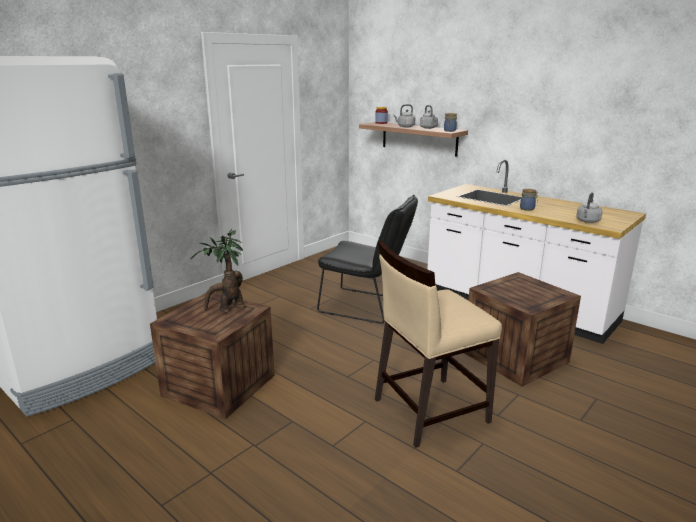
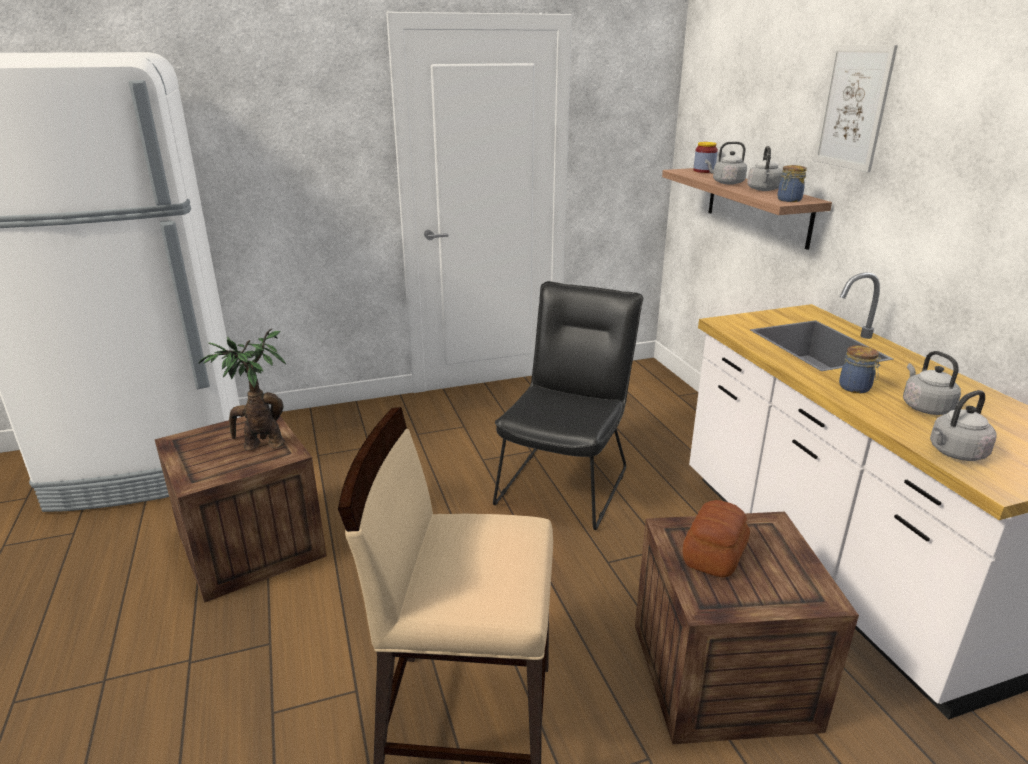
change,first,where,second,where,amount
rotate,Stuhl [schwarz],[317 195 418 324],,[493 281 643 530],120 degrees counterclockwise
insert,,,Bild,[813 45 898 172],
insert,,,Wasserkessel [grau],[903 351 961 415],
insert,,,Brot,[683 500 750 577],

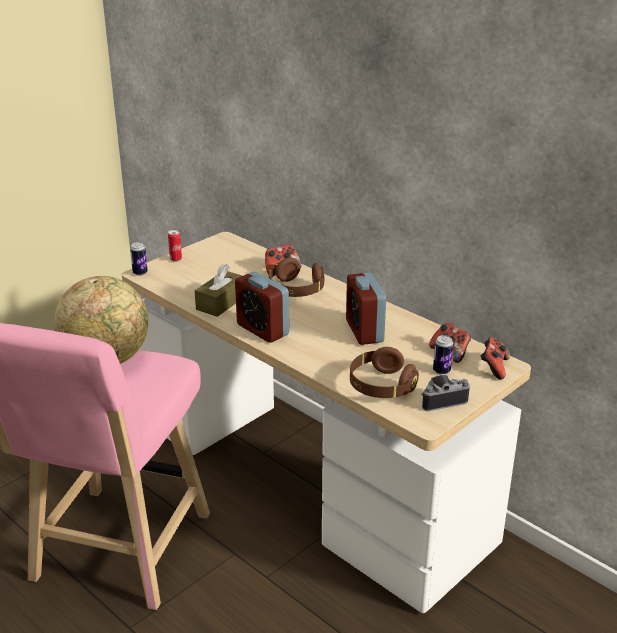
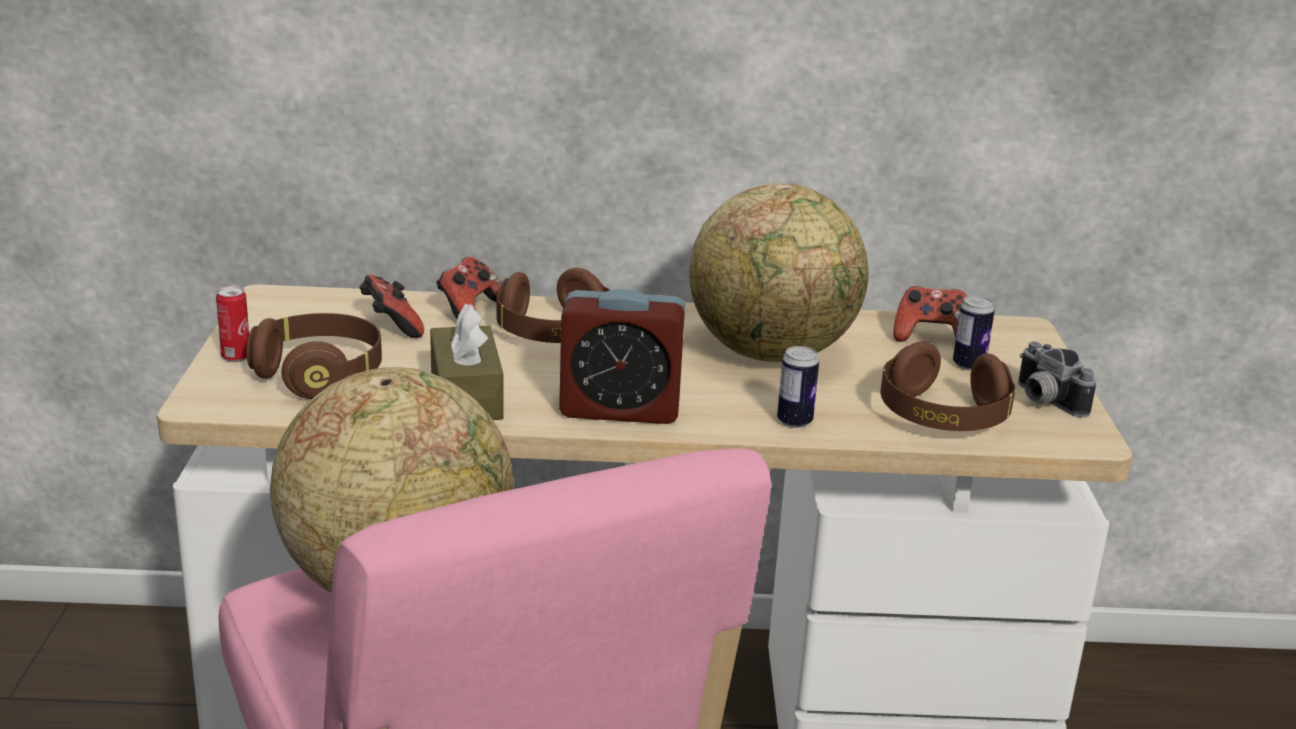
change,first,where,second,where,amount
move,Dose,[130 242 148 276],,[777 346 819 428],
replace,Wecker,[346 272 386 345],Globus,[689 183 869 362],
move,Gamepad,[480 337 510 380],,[359 274 424 338],
rotate,Kamera,[421 374 470 411],,[1018 341 1096 418],60 degrees counterclockwise
insert,,,Kopfhörer [braun],[246 313 382 399],

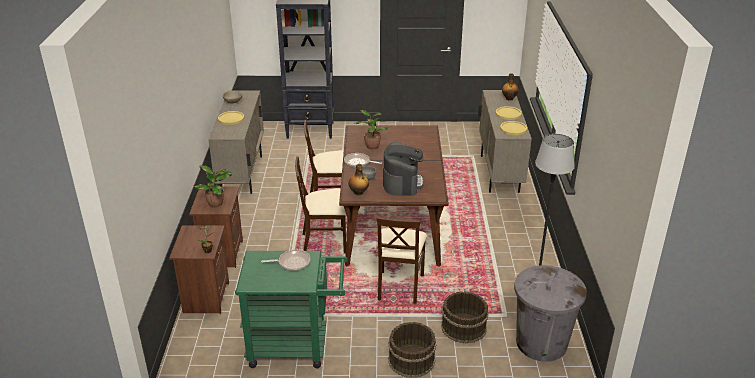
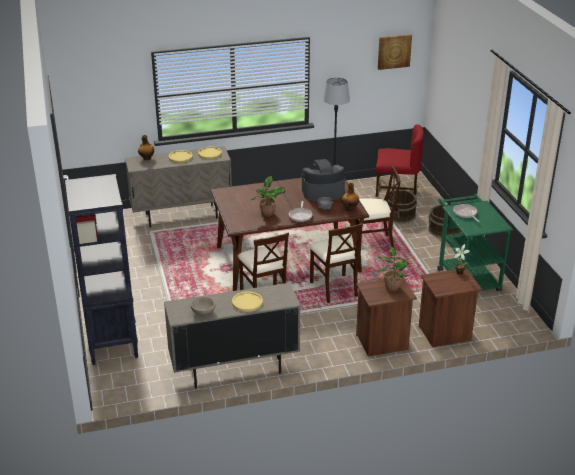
change,first,where,second,where,amount
replace,Mülleimer [grau],[514 265 587 362],Stuhl [rot],[376 125 424 197],
insert,,,Bild,[378 34 412 70],

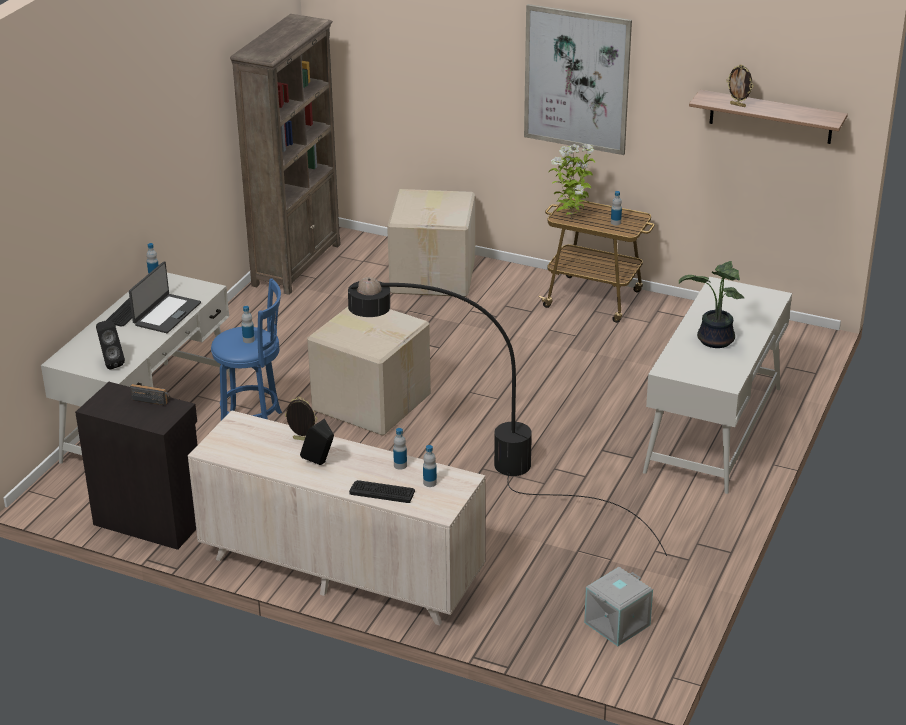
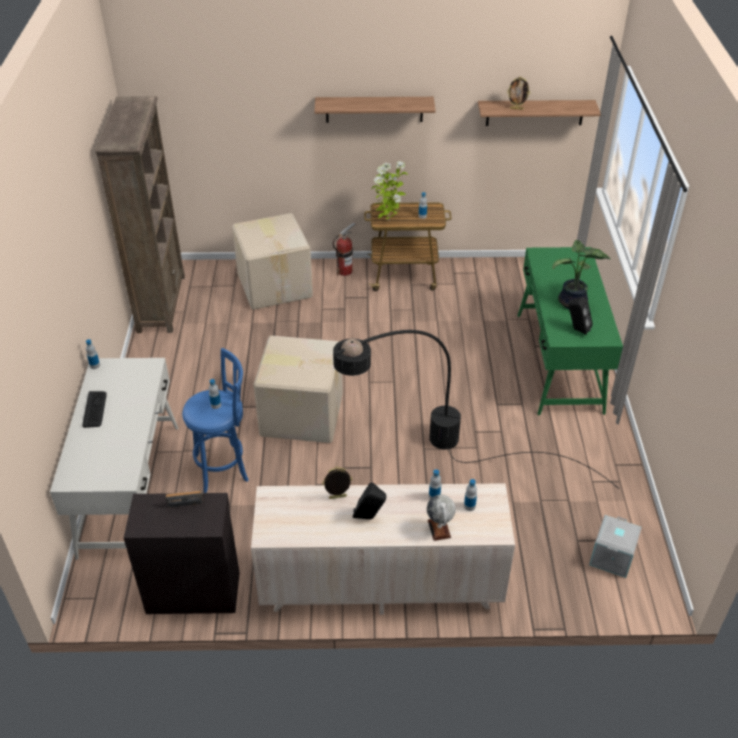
change,first,where,second,where,amount
replace,Bild,[524 4 632 155],Wandregal,[314 97 436 123],
delete,Laptop,[129 261 201 333],,,
recolor,Schreibtisch [weiß],[643 277 792 494],Schreibtisch [grün],[517 247 623 415],
move,Lautsprecher [schwarz],[96 320 125 370],,[568 297 593 335],
replace,Tastatur,[349 480 415 503],Globus,[427 495 456 541],
insert,,,Feuerlöscher,[333 223 356 276],

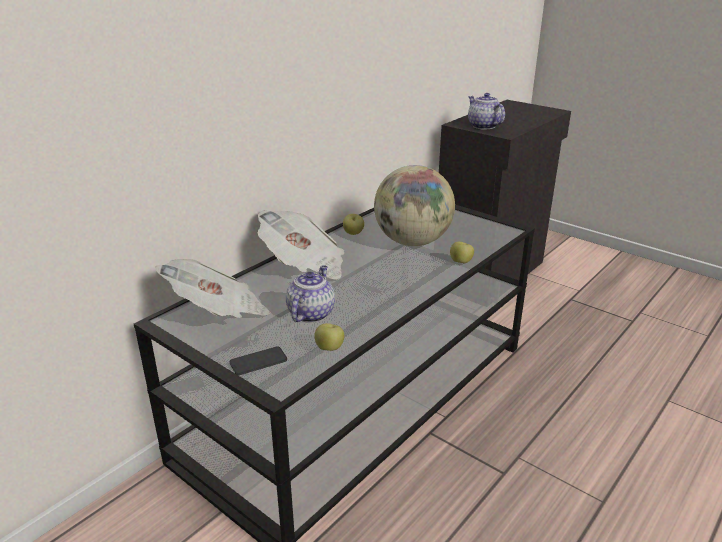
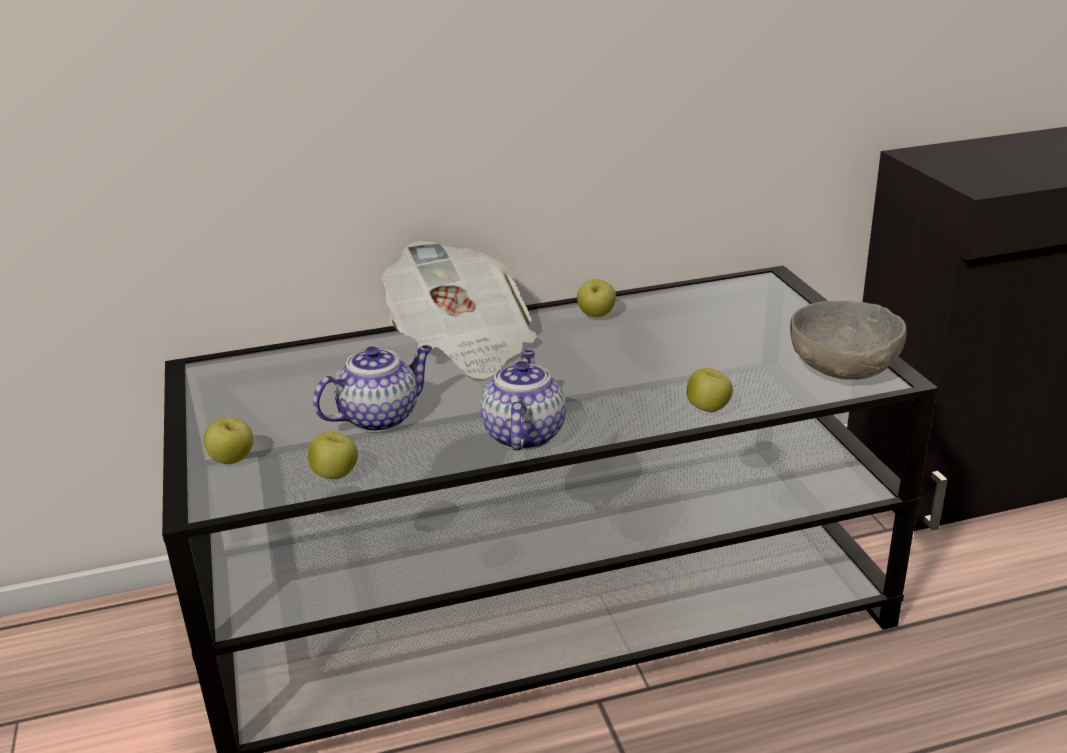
change,first,where,second,where,amount
move,Teekanne,[468 93 505 129],,[480 350 566 450],
delete,Globus,[374 165 455 246],,,
delete,Zeitung,[155 259 271 318],,,
replace,Handy,[230 346 287 375],Apfel,[203 417 253 464],
insert,,,Schüssel [grau],[790 301 907 380],

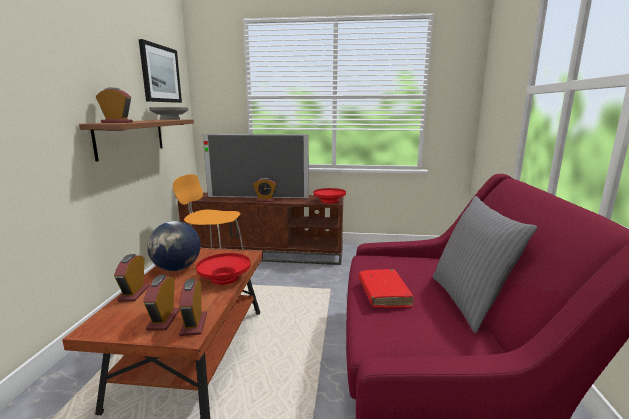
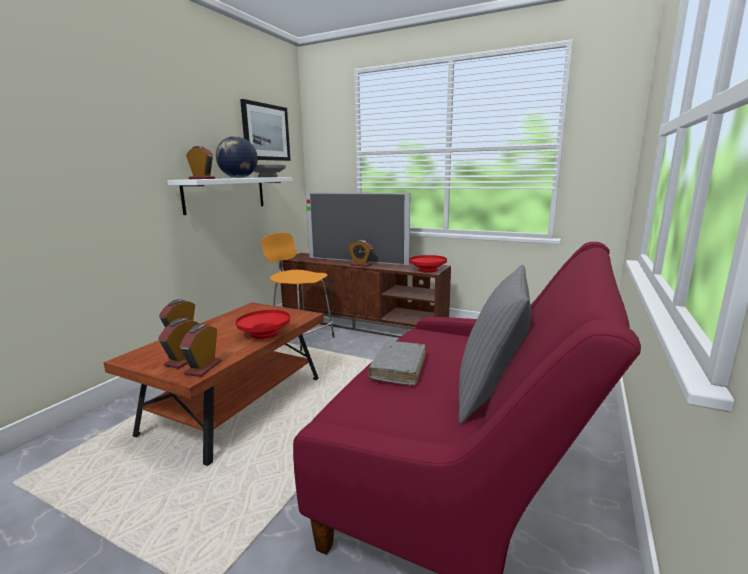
change,first,where,second,where,amount
recolor,Wandregal [braun],[79 119 194 162],Wandregal [weiß],[167 177 292 215],
move,Globus,[147 221 201 271],,[216 136 258 178],
recolor,Buch [rot],[359 269 413 308],Buch [grau],[368 341 426 385],

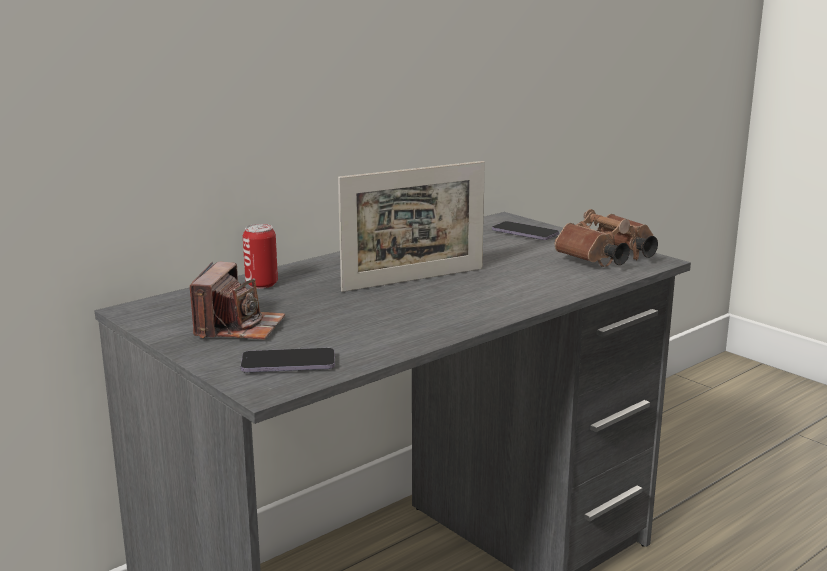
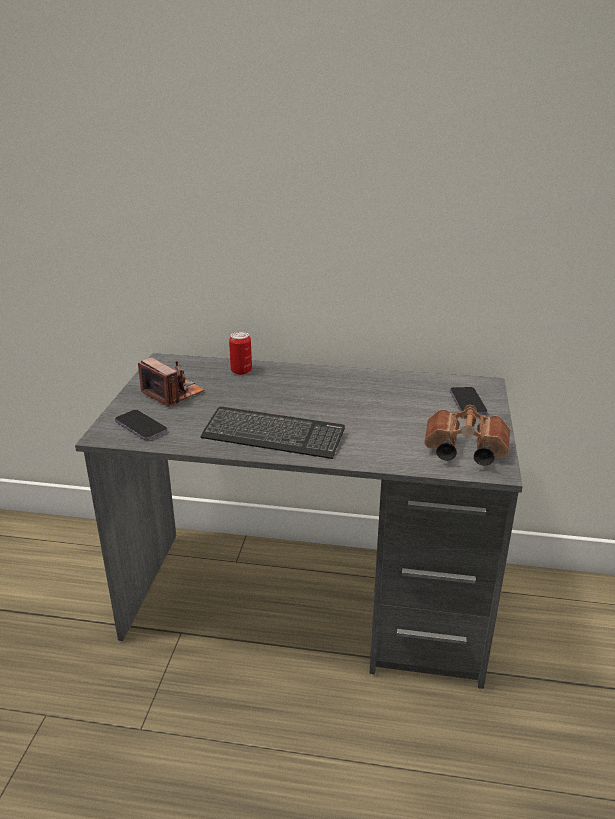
change,first,where,second,where,amount
delete,Bilderrahmen,[338 161 485 292],,,
rotate,Kamera,[190 262 285 339],,[138 358 205 407],105 degrees counterclockwise
insert,,,Tastatur,[200 407 345 459],

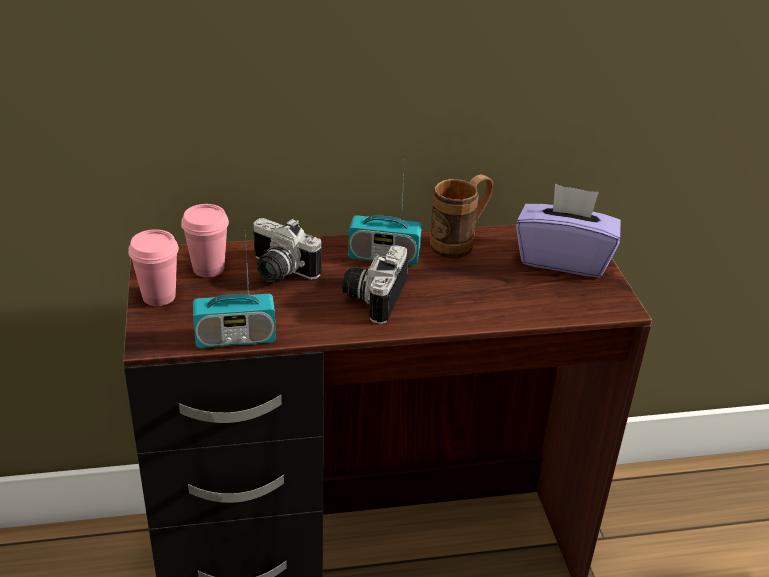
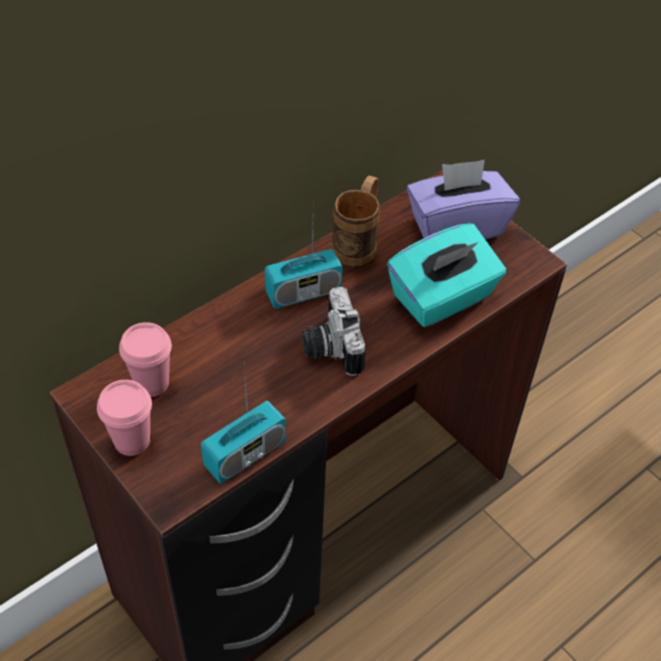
change,first,where,second,where,amount
delete,Kamera,[252 218 322 282],,,
insert,,,Taschentuchbox [türkis],[387 223 506 327],

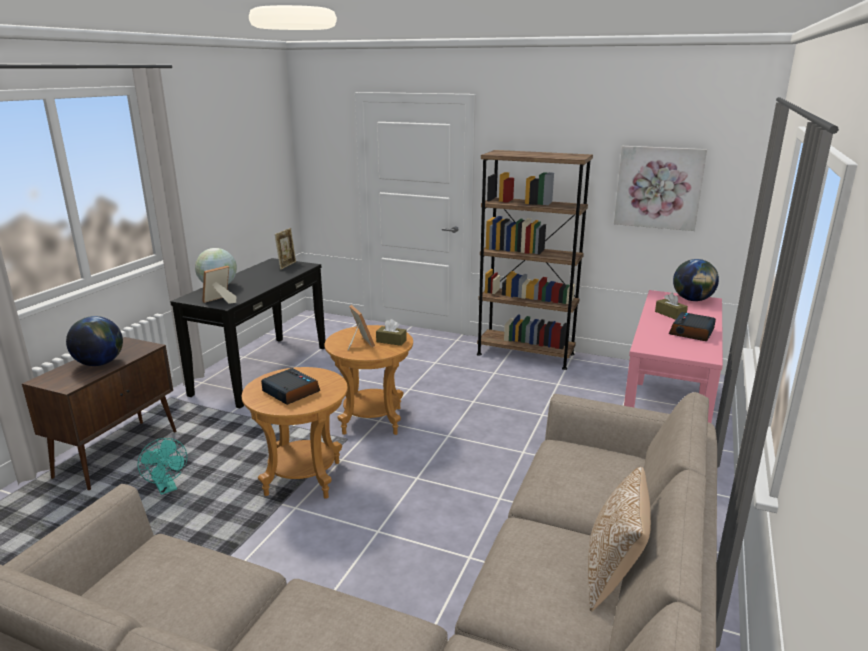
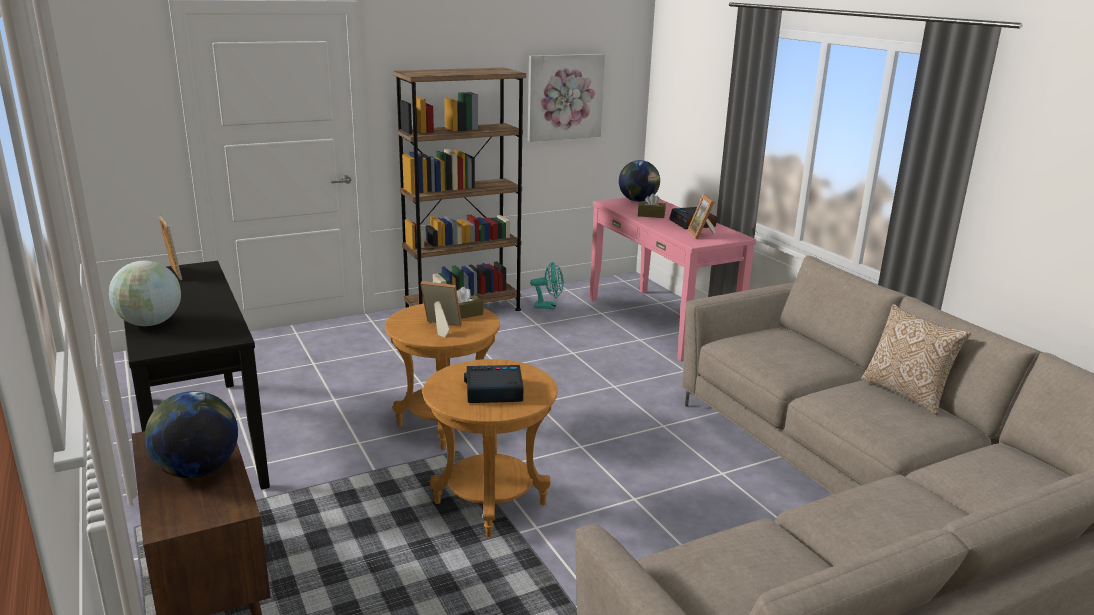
change,first,where,second,where,amount
move,Bilderrahmen,[202 265 237 304],,[687 194 715 239],
move,Ventilator [türkis],[137 438 187 495],,[530 262 564 309],

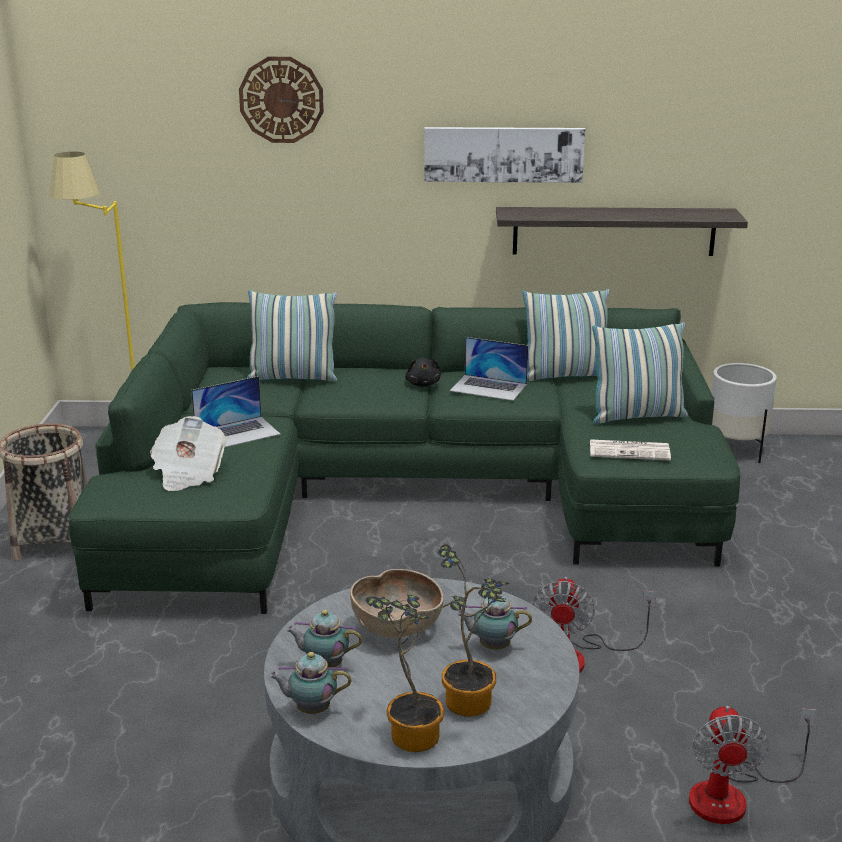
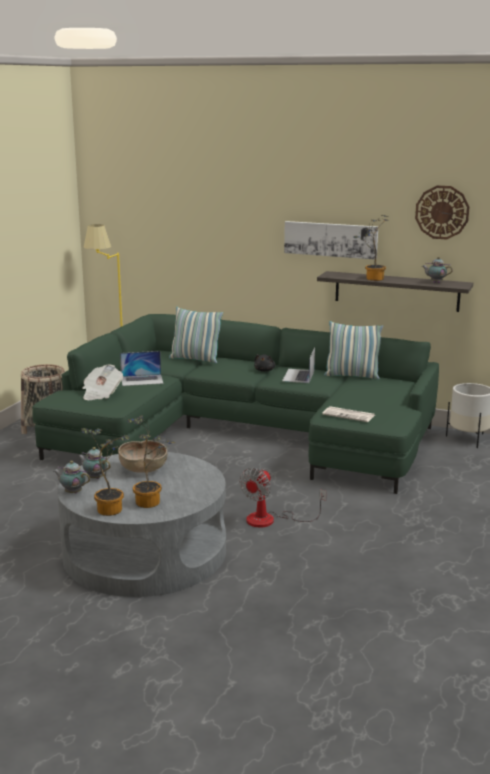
change,first,where,second,where,amount
move,Wanduhr,[239 57 324 143],,[415 185 469 239],
delete,Kissen,[592 322 688 424],,,
rotate,Laptop,[450 337 528 401],,[282 347 315 383],60 degrees clockwise
move,Teekanne,[456 594 532 649],,[422 257 453 283],
delete,Ventilator,[689 706 816 824],,,
insert,,,Topfpflanze,[353 215 388 281],

